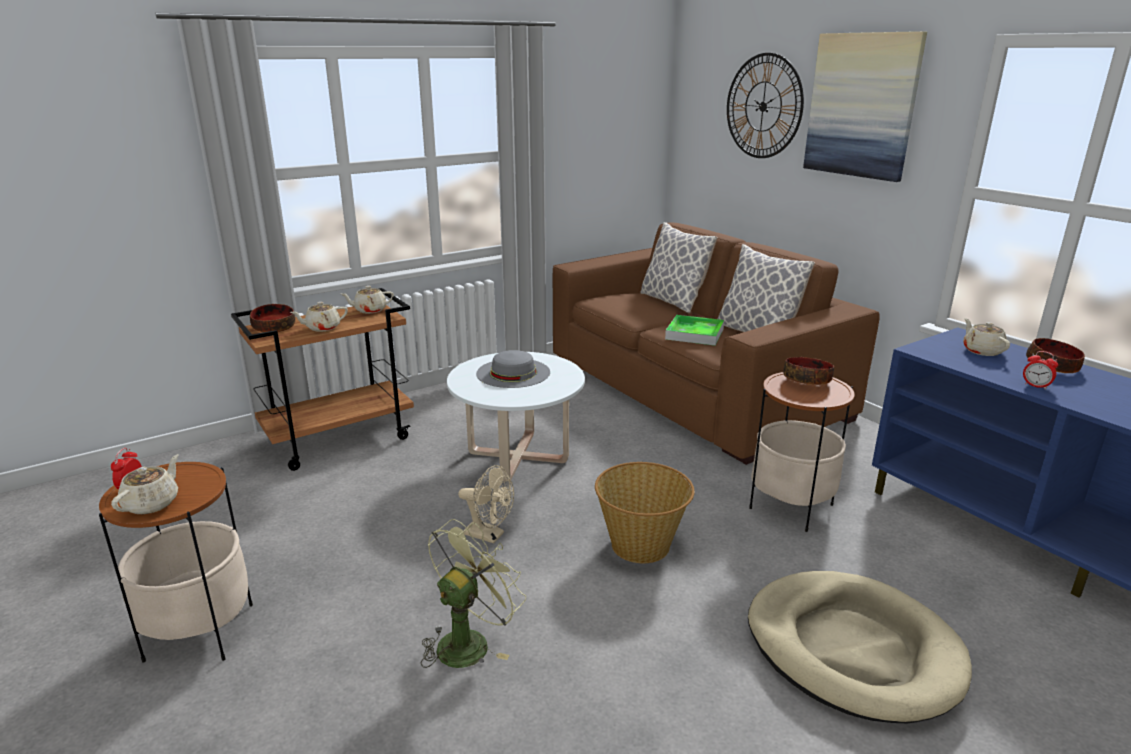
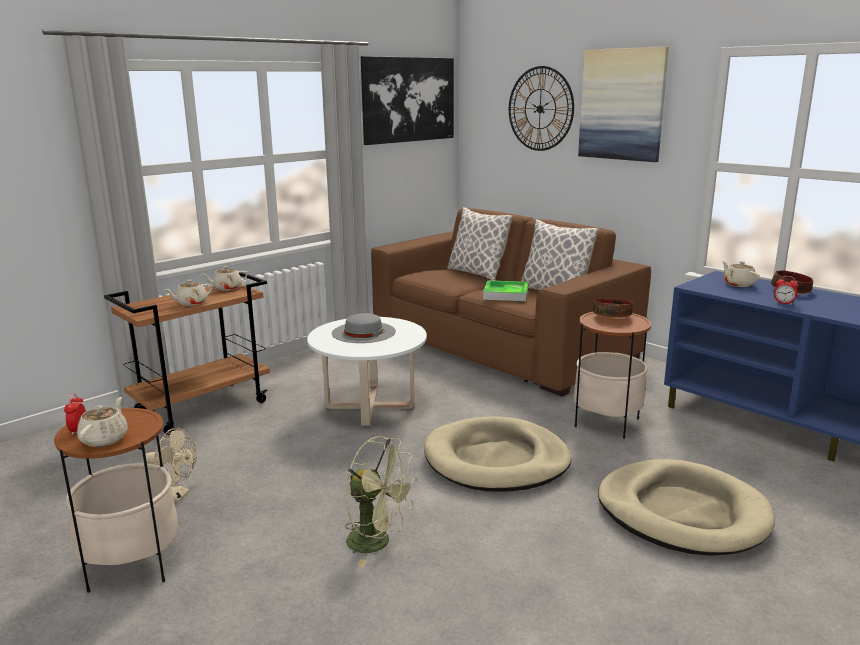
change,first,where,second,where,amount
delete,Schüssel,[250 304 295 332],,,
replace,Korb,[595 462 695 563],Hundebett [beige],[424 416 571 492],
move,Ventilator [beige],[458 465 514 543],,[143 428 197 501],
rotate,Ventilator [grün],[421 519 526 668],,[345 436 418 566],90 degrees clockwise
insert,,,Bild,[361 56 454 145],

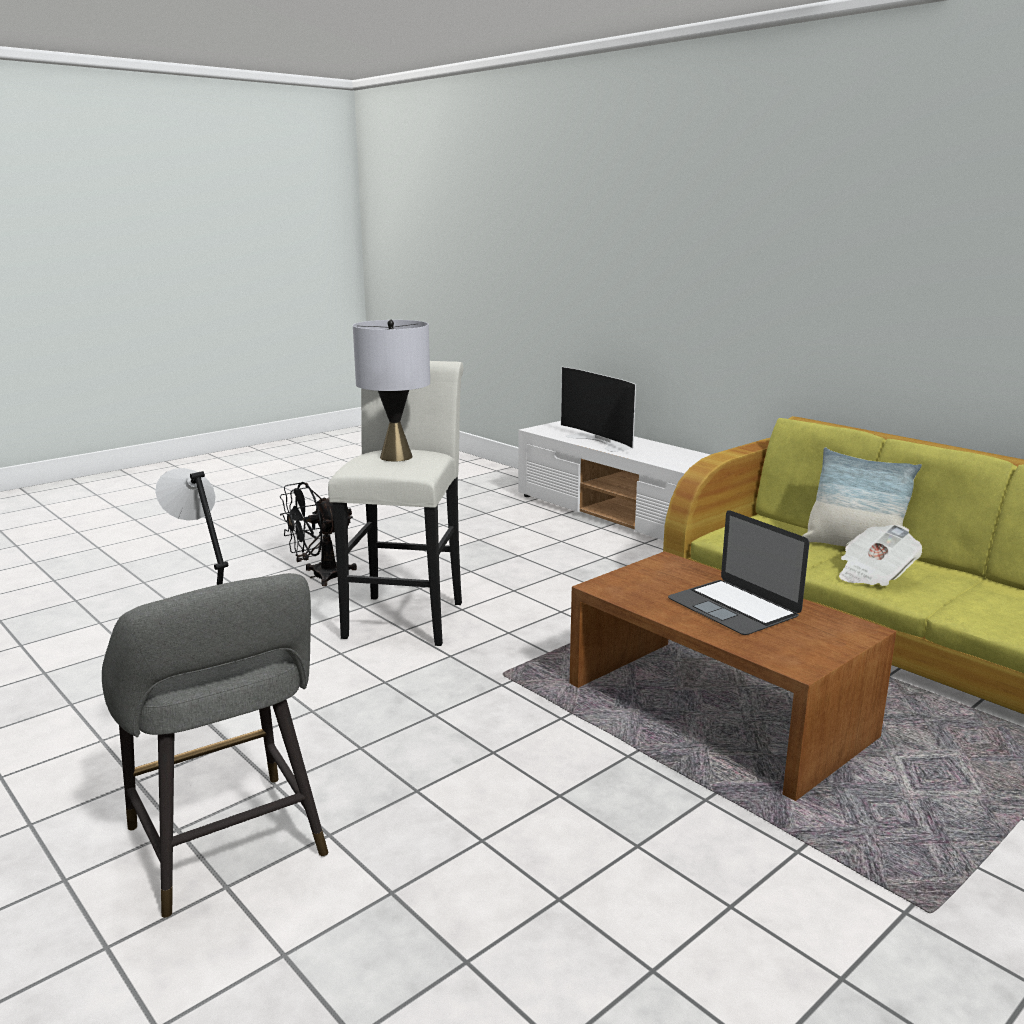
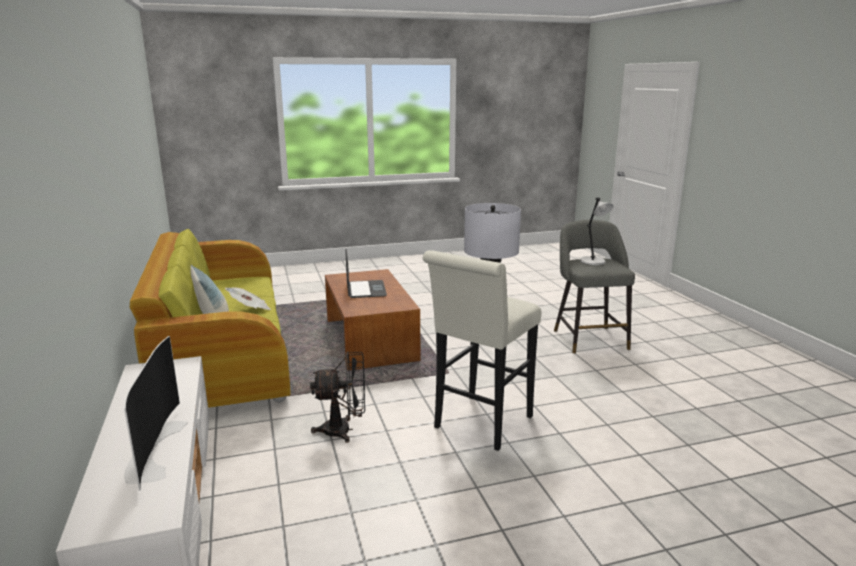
change,first,where,second,where,amount
move,Ventilator [schwarz],[280 482 357 586],,[310 352 365 443],

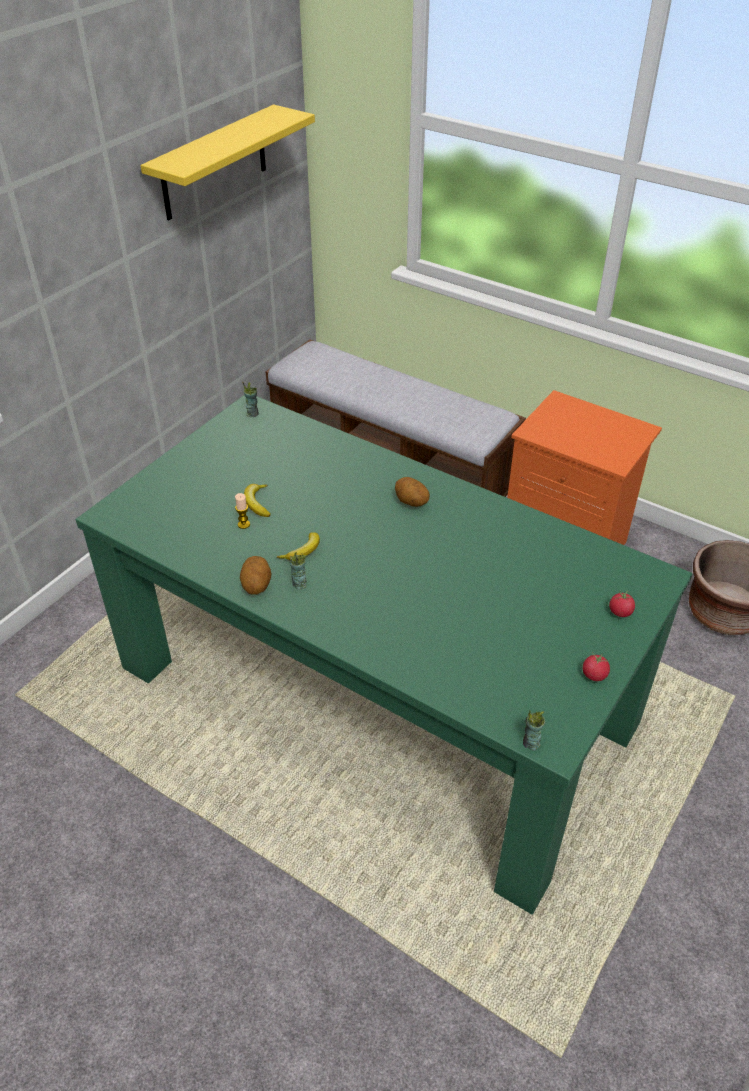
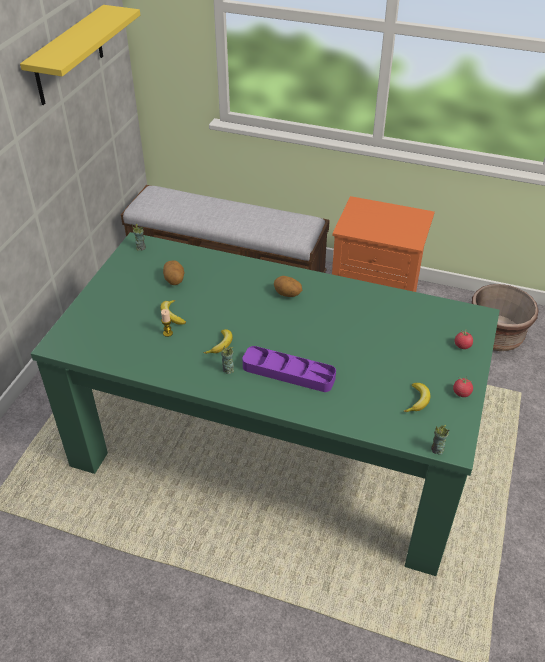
change,first,where,second,where,amount
move,Kartoffel,[240 556 271 595],,[163 260 184 285],
insert,,,Tablett [lila],[242 346 336 392],
insert,,,Banane,[403 383 430 412],

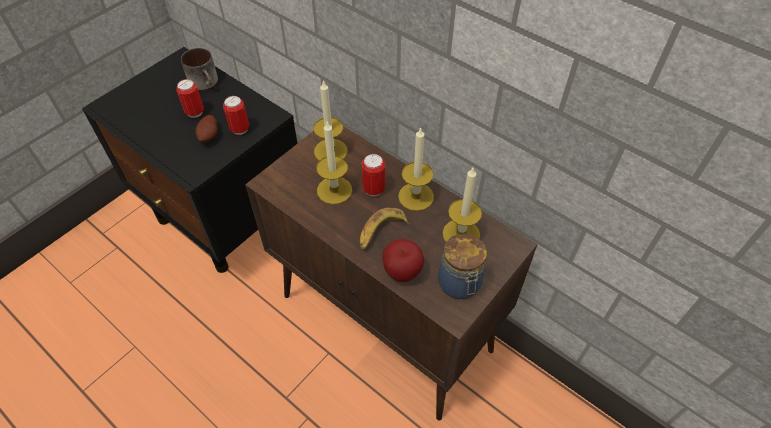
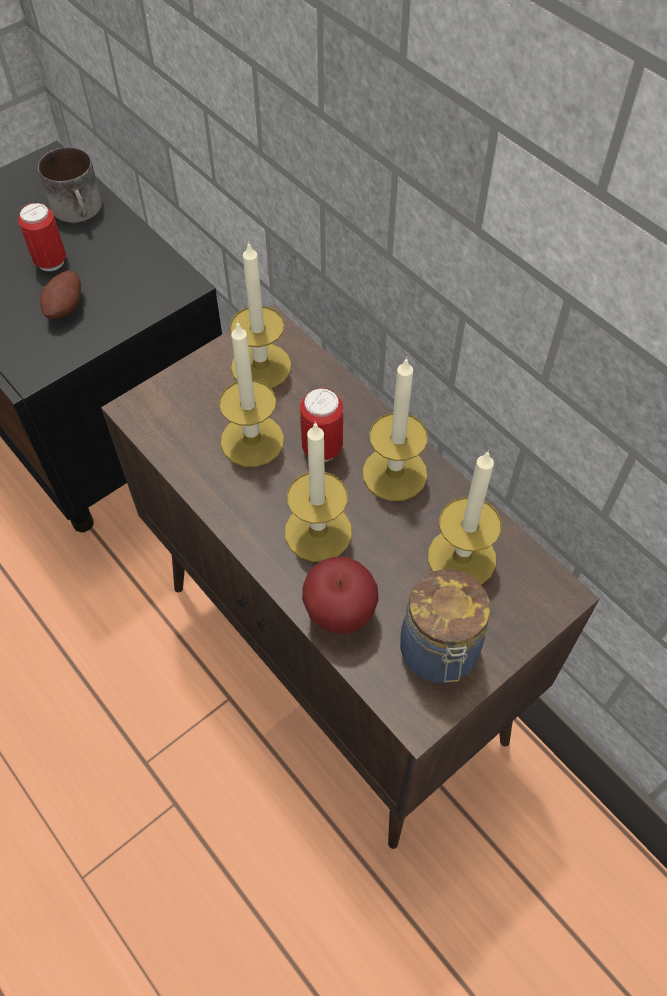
change,first,where,second,where,amount
delete,Dose,[223 96 249 135],,,
replace,Banane,[360 207 409 250],Kerze,[285 422 352 562],

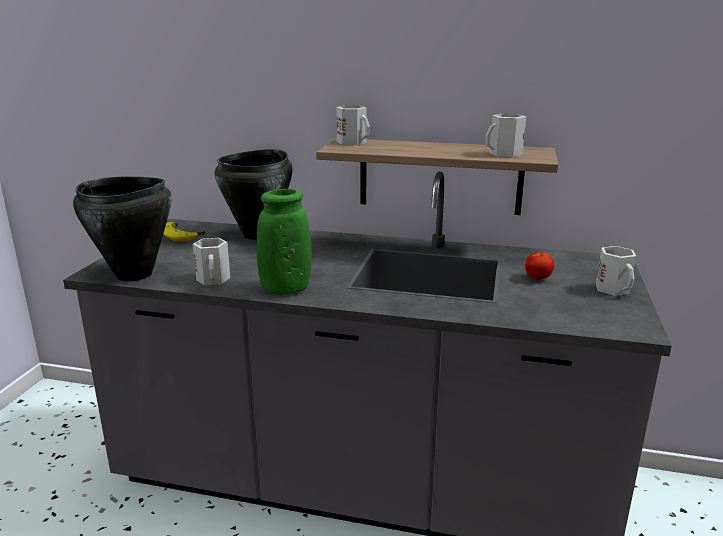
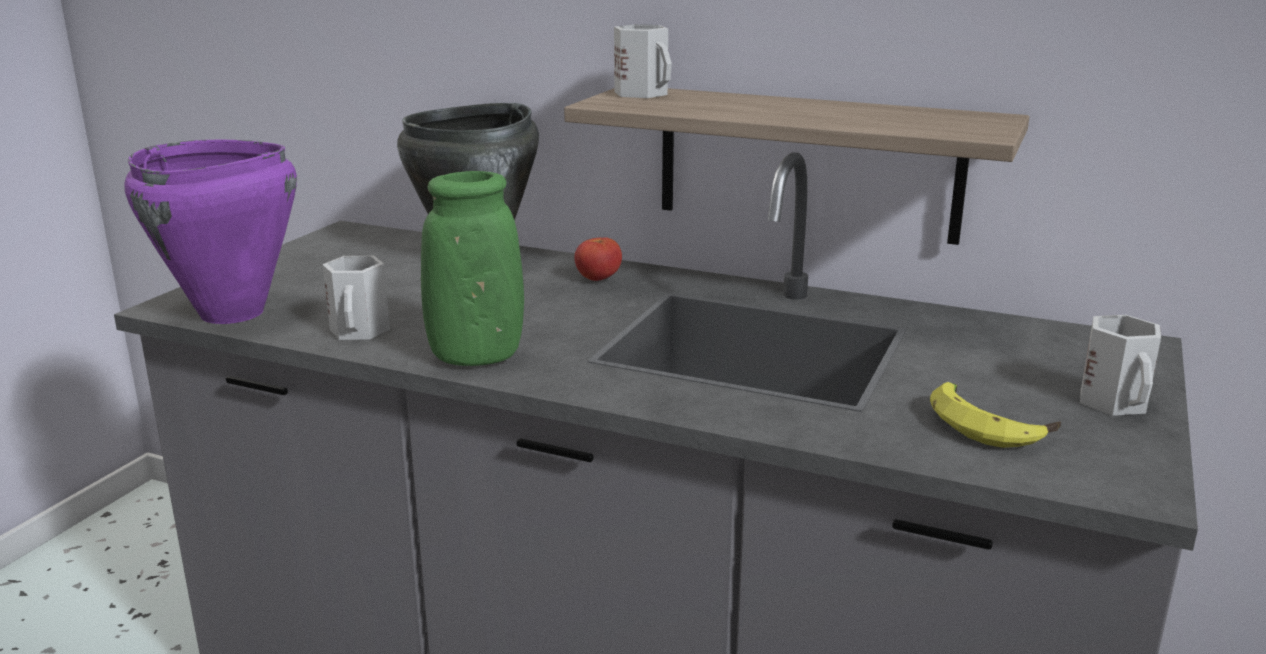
change,first,where,second,where,amount
delete,Henkelbecher [weiß],[485 114 526 157],,,
recolor,Kochtopf [schwarz],[73 176 172 281],Kochtopf [lila],[124 140 297 324],
move,Banane,[163 222 205 242],,[930 382 1061 448],
move,Tomate,[525 252 554 280],,[574 237 622 281],

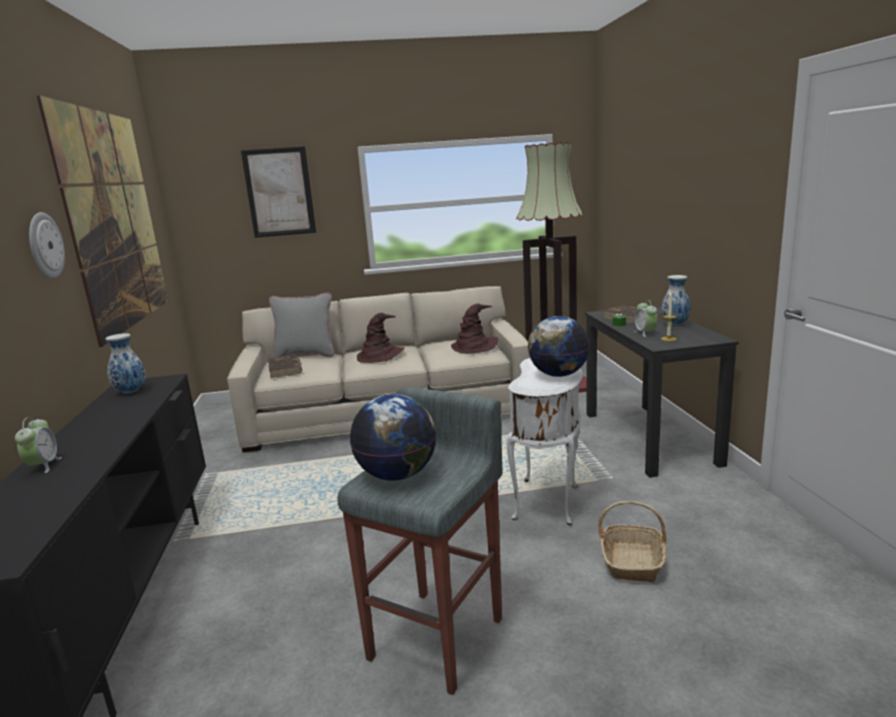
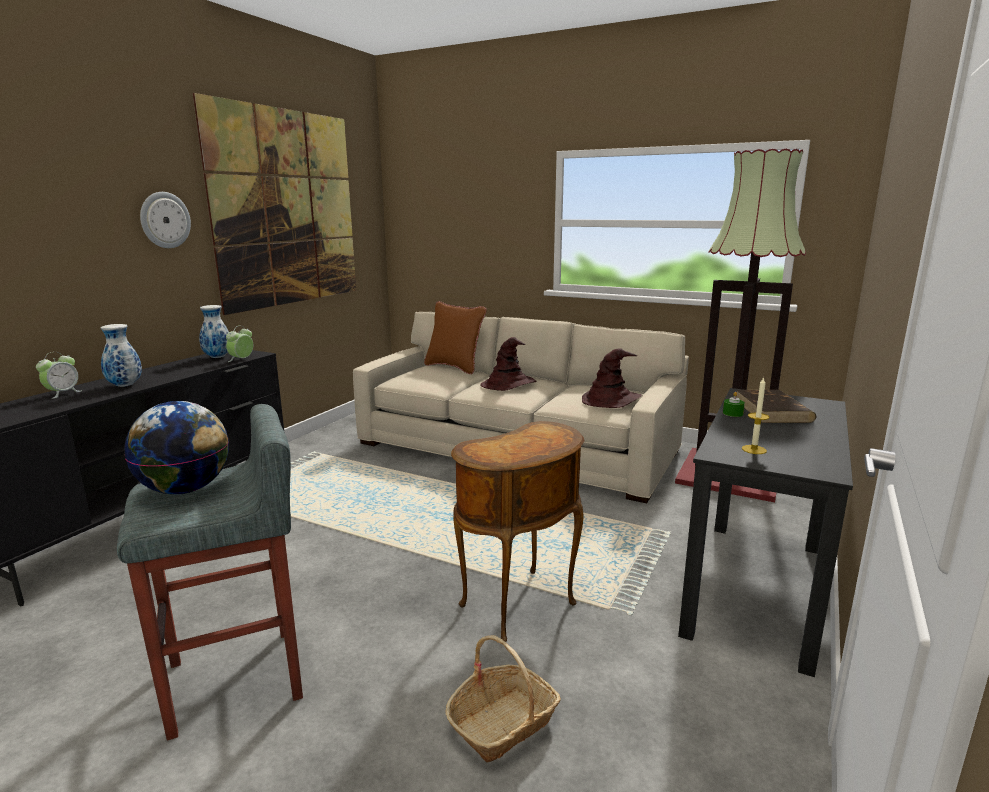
change,first,where,second,where,amount
delete,Bild,[241 146 316 238],,,
move,Vase,[661 275 691 325],,[101 324 142 387],
recolor,Kissen [grau],[269 293 335 359],Kissen [braun],[424 301 486 374],
move,Wecker,[634 300 657 337],,[226 325 253 362],
delete,Globus,[528 316 590 377],,,
delete,Buch [braun],[268 355 302 378],,,
recolor,Beistelltisch [weiß],[507 358 583 525],Beistelltisch [braun],[451 421 584 642],

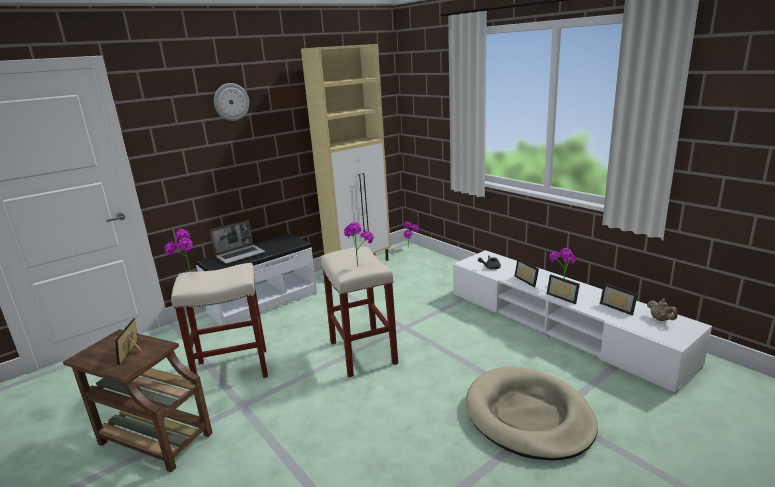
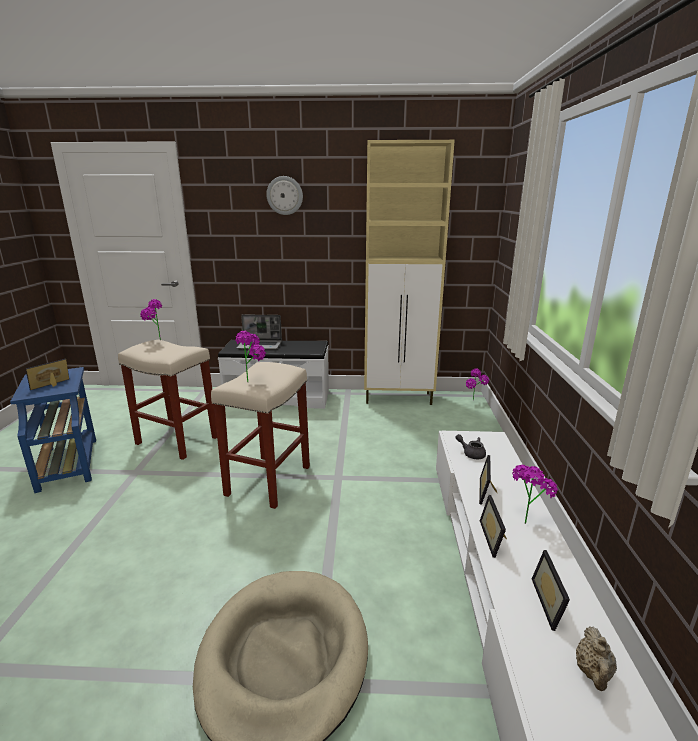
change,first,where,second,where,amount
recolor,Beistelltisch [braun],[63 329 212 472],Beistelltisch [blau],[10 367 96 493],

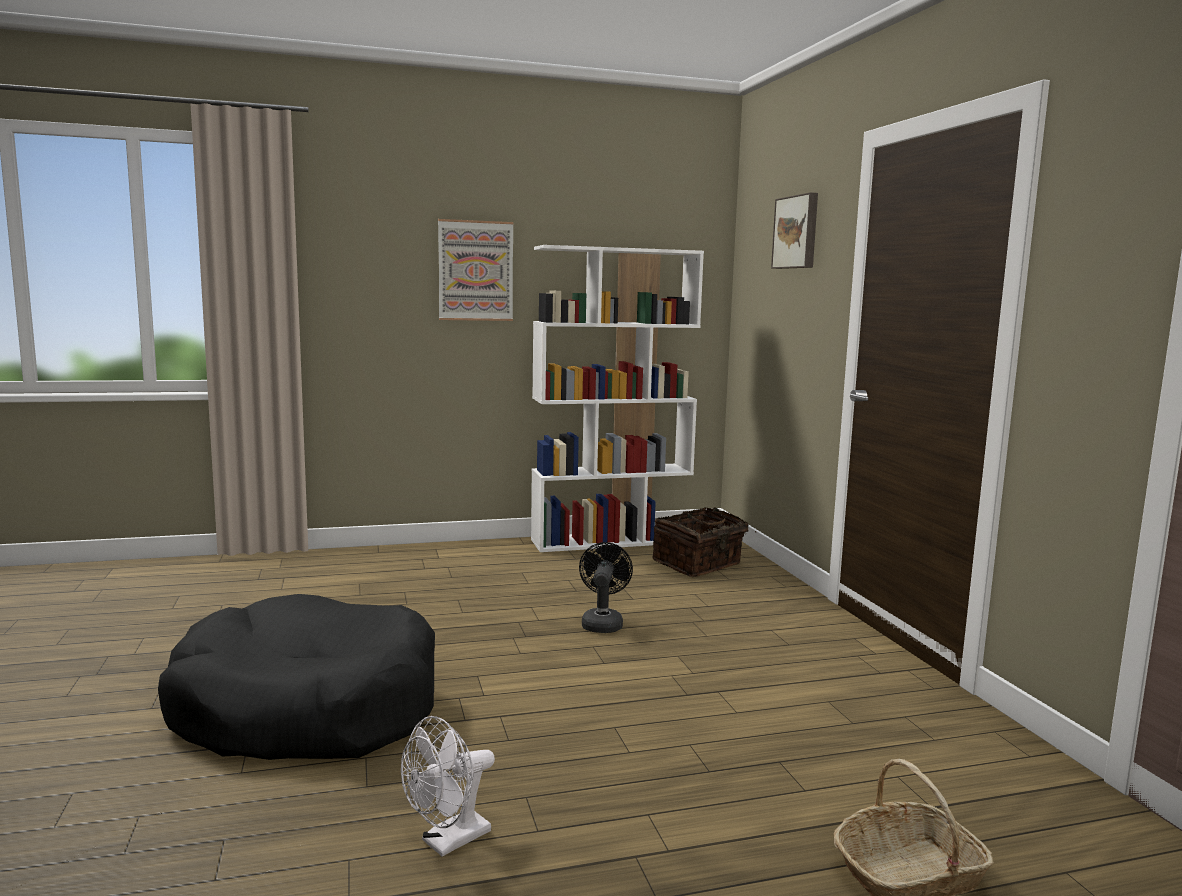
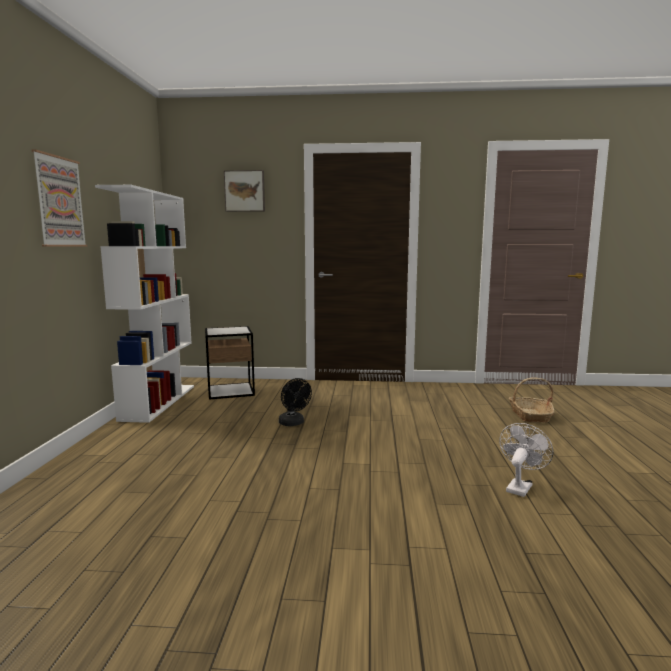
change,first,where,second,where,amount
replace,Korb,[652 507 756 577],Beistelltisch,[205 326 255 400],
rotate,Ventilator [schwarz],[579 542 633 633],,[279 378 312 426],150 degrees counterclockwise
delete,Hundebett [schwarz],[158 594 435 760],,,
rotate,Ventilator [weiß],[401 716 495 857],,[499 423 554 497],120 degrees counterclockwise

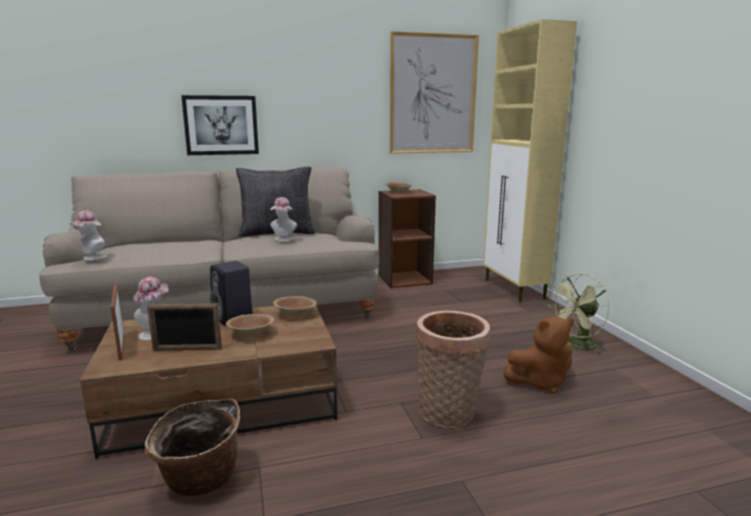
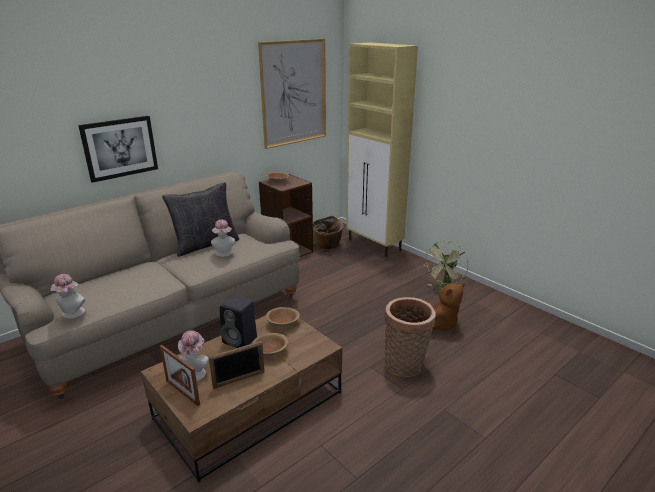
change,first,where,second,where,amount
move,Korb,[144 399 240 496],,[313 216 343 249],

